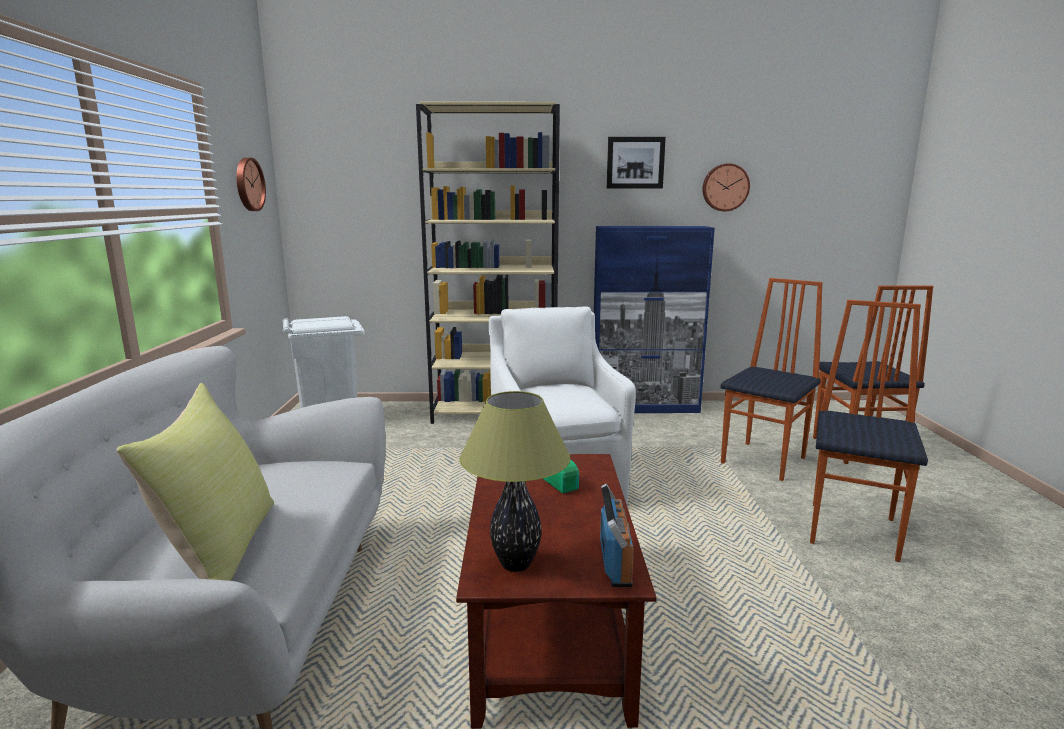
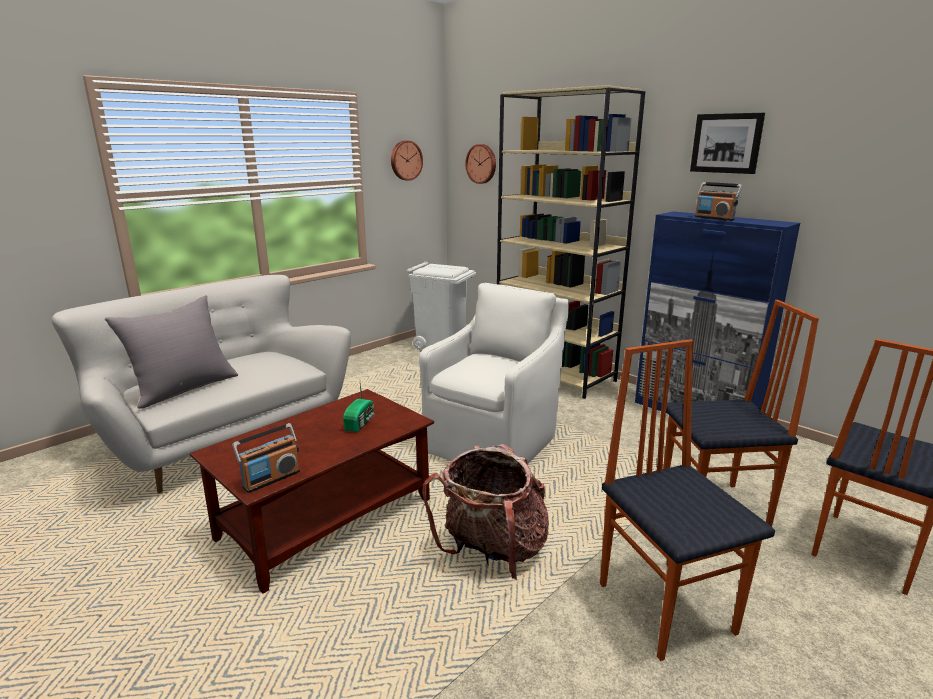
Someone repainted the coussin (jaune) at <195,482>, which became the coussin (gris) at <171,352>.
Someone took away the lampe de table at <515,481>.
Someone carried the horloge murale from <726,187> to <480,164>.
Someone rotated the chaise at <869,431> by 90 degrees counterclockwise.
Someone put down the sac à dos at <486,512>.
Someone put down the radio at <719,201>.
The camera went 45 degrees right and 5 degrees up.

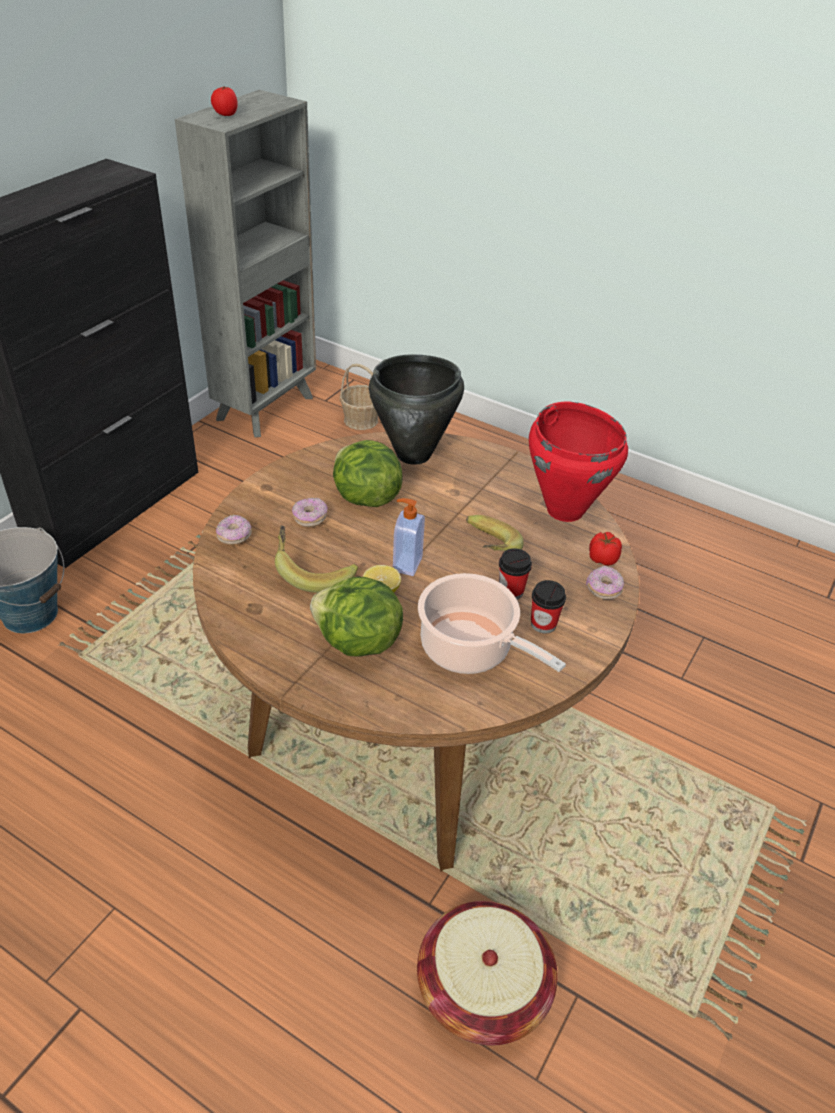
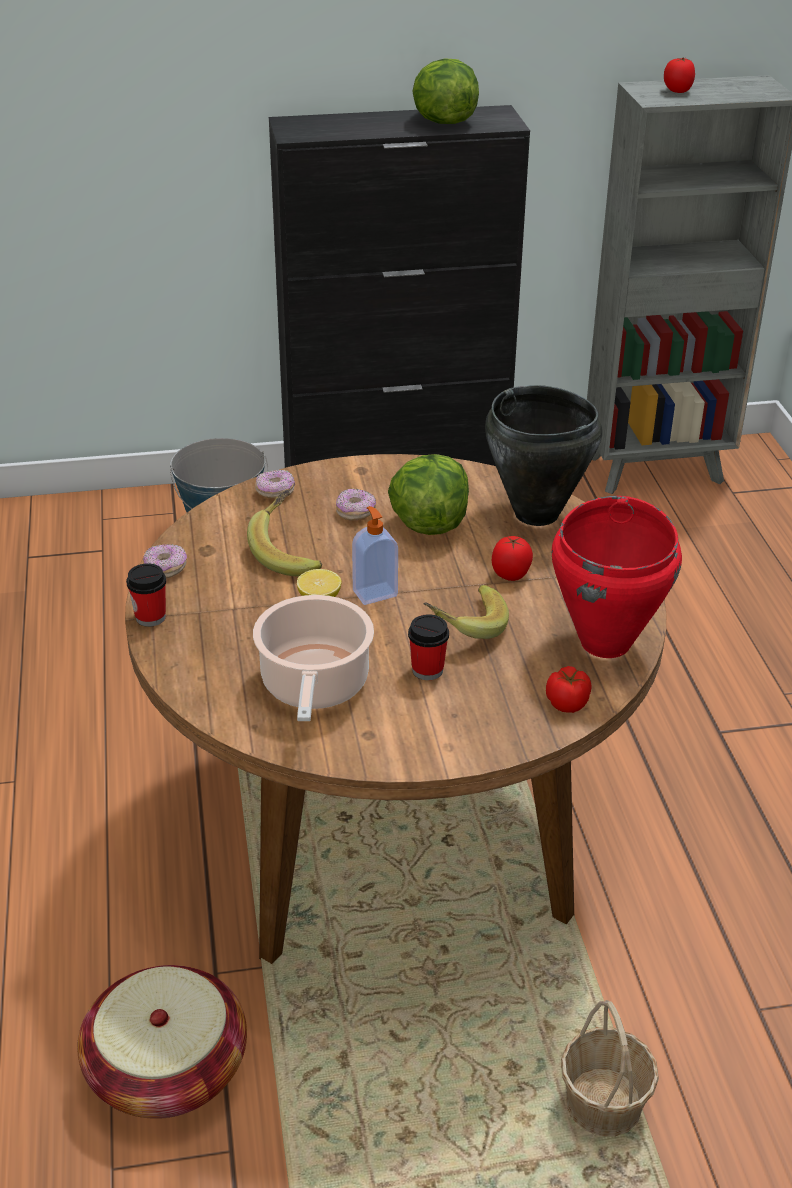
Someone carried the laitue from <356,617> to <445,91>.
Someone carried the panier from <359,397> to <610,1068>.
Someone carried the tasse from <548,607> to <146,595>.
Someone carried the beignet from <605,583> to <165,561>.
Someone put down the tomate at <512,558>.
The camera went 50 degrees right and 5 degrees down.

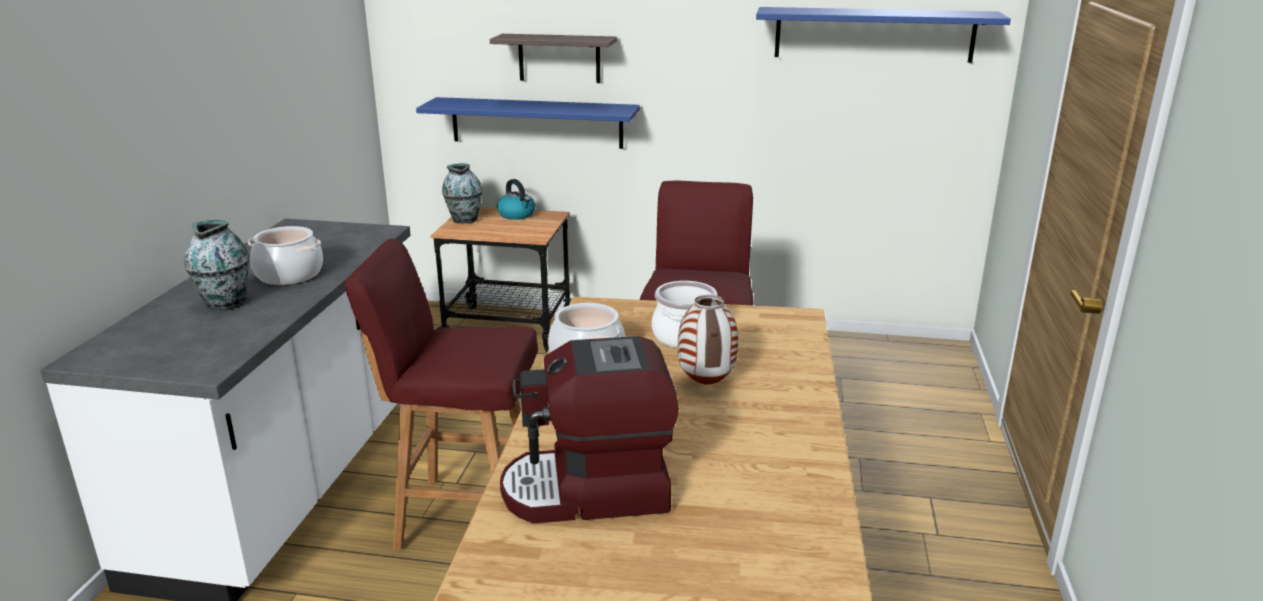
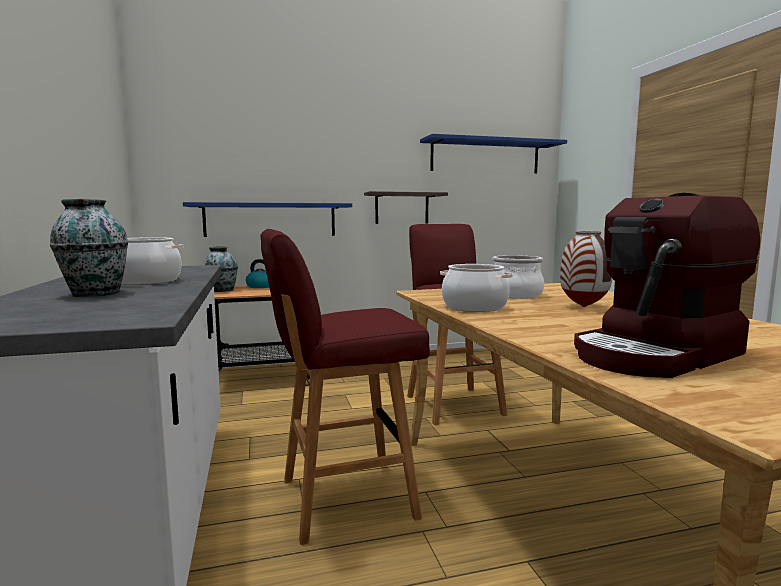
Someone carried the étagère from <553,58> to <406,207>.
The camera went 25 degrees left and 15 degrees down.

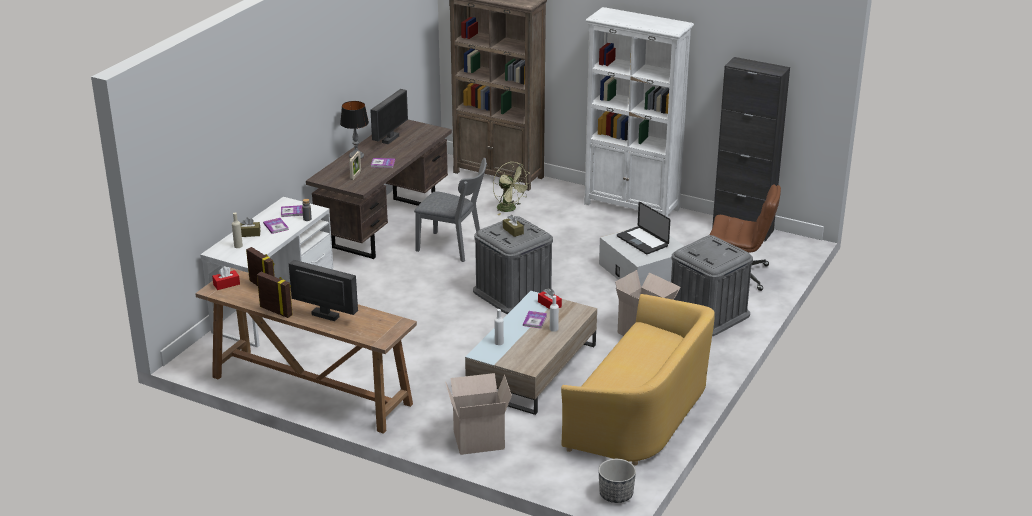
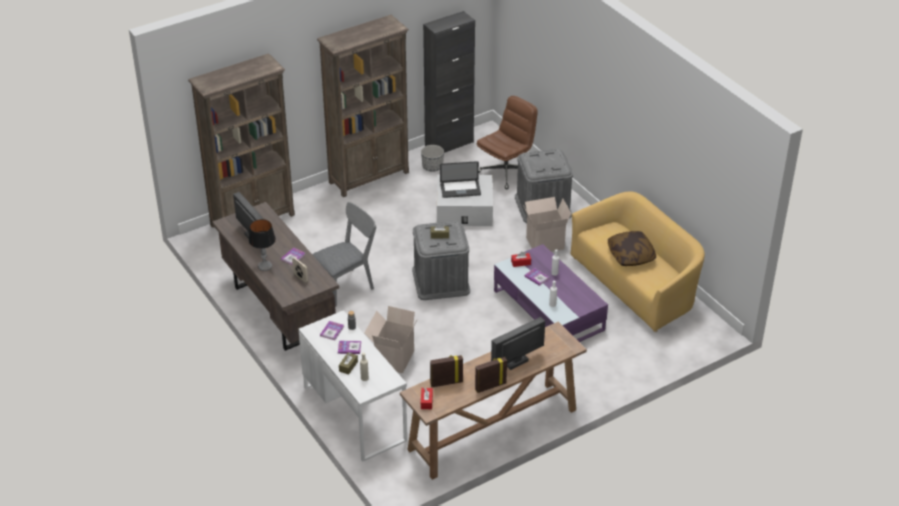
Someone carried the carton from <478,414> to <391,339>.
Someone repainted the table basse (beige) at <531,353>, which became the table basse (violet) at <551,293>.
Someone took away the ventilateur (vert) at <512,188>.
Someone repainted the bibliothèque (blanc) at <639,112>, which became the bibliothèque (marron) at <363,106>.
Someone carried the cache-pot from <617,481> to <432,158>.
Someone put down the coussin at <632,248>.
The camera went 60 degrees left and 10 degrees up.

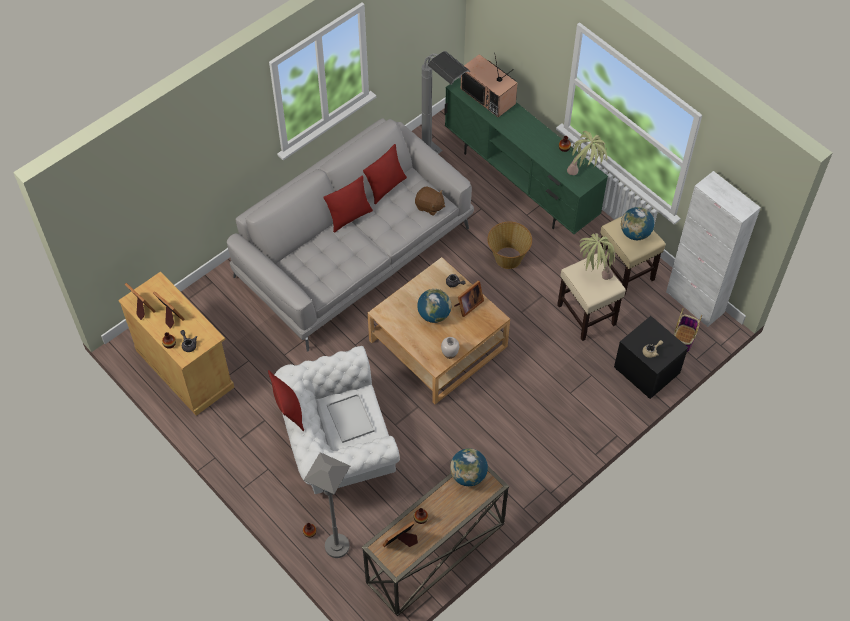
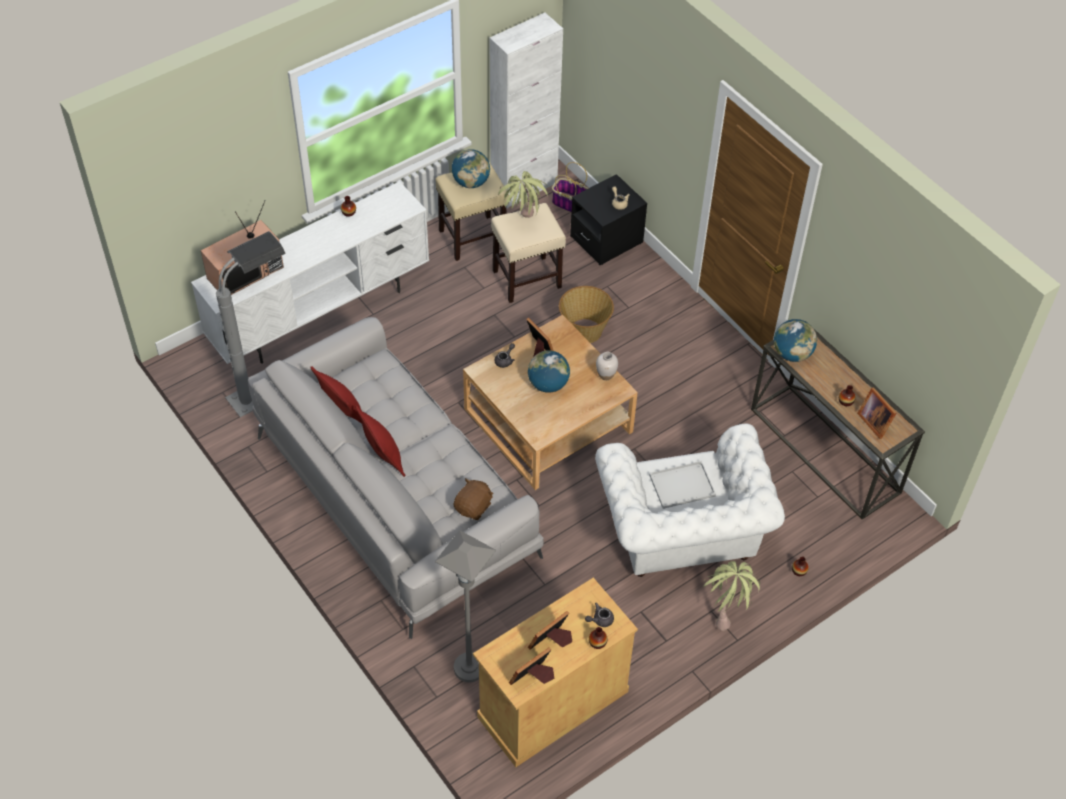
Someone took away the coussin (rouge) at <286,400>.
Someone carried the lampadaire (gris) from <327,505> to <465,606>.
Someone carried the peluche (marron) from <430,201> to <474,499>.
Someone repainted the meuble télé (vert) at <526,156>, which became the meuble télé (blanc) at <310,272>.
Someone carried the panier from <509,245> to <586,314>.
Someone carried the plante en pot from <587,153> to <731,596>.
The camera went 85 degrees left and 5 degrees down.

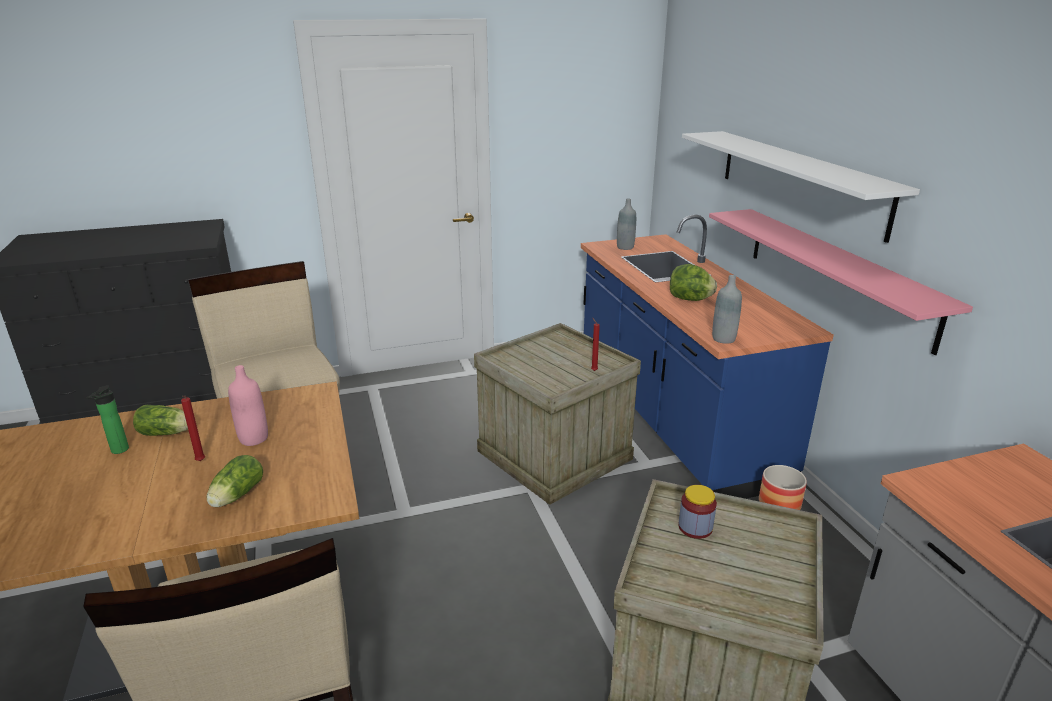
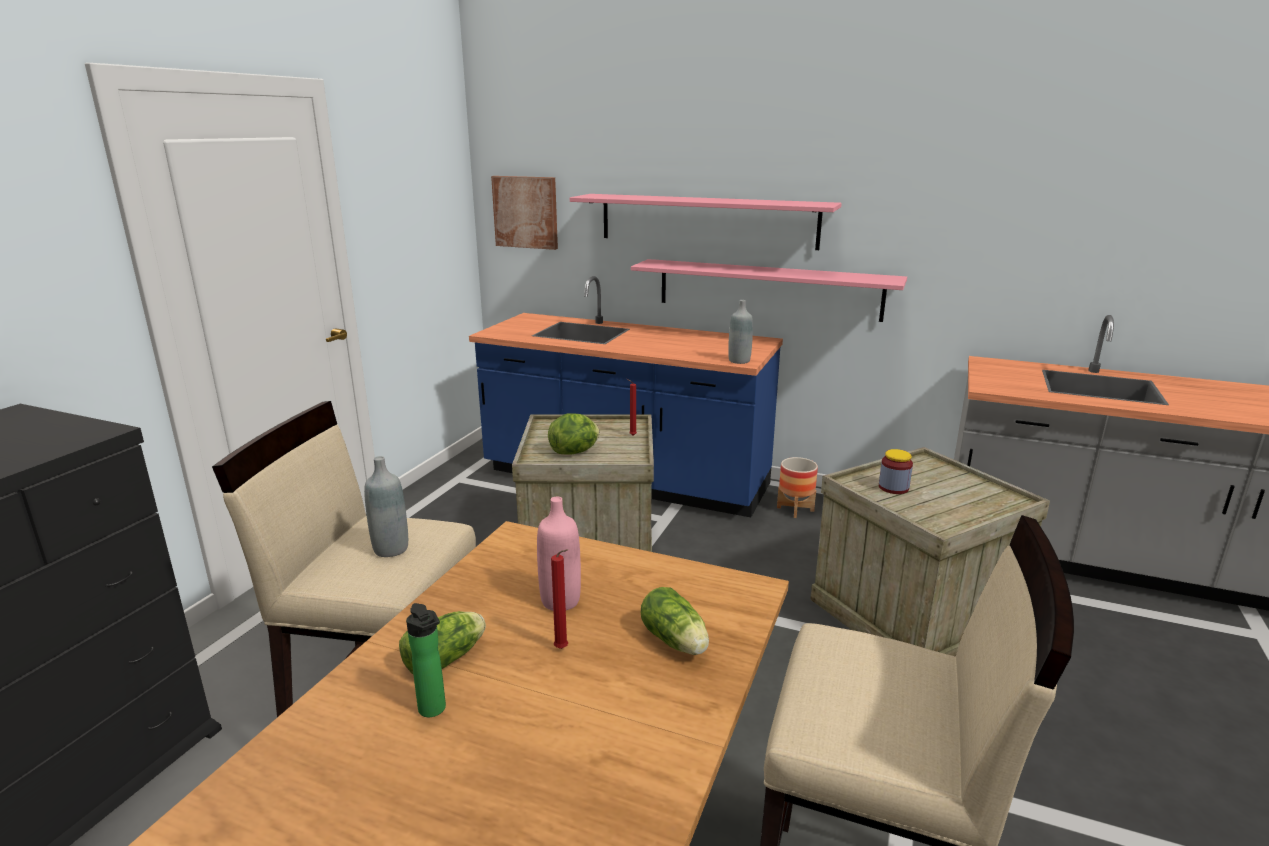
Someone carried the bouteille (gris) from <626,224> to <386,506>.
Someone carried the laitue from <693,282> to <573,434>.
Someone repainted the étagère (blanc) at <801,187>, which became the étagère (rose) at <706,222>.
Someone put up the tableau at <524,213>.
The camera went 50 degrees left and 5 degrees down.

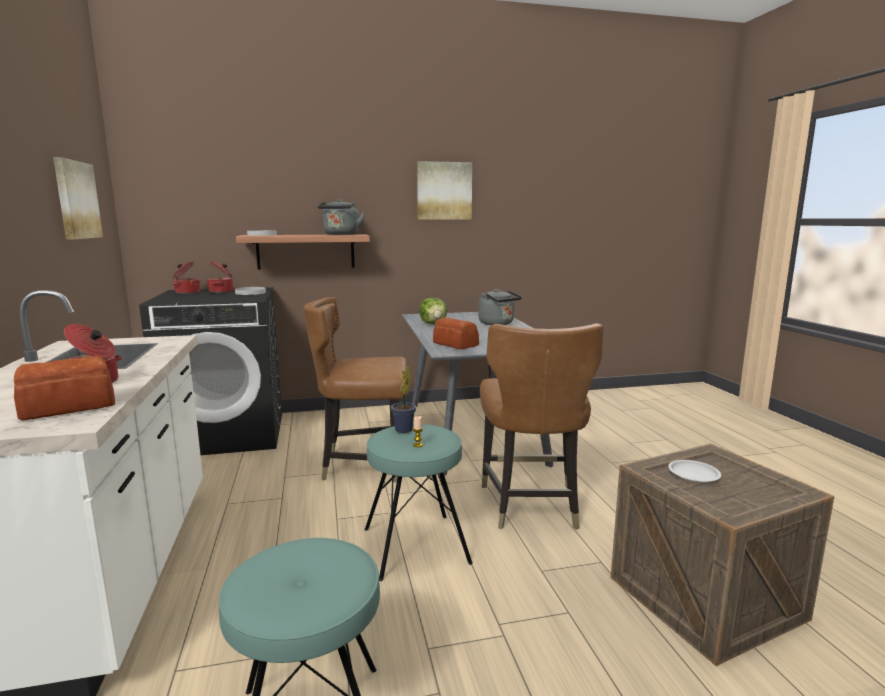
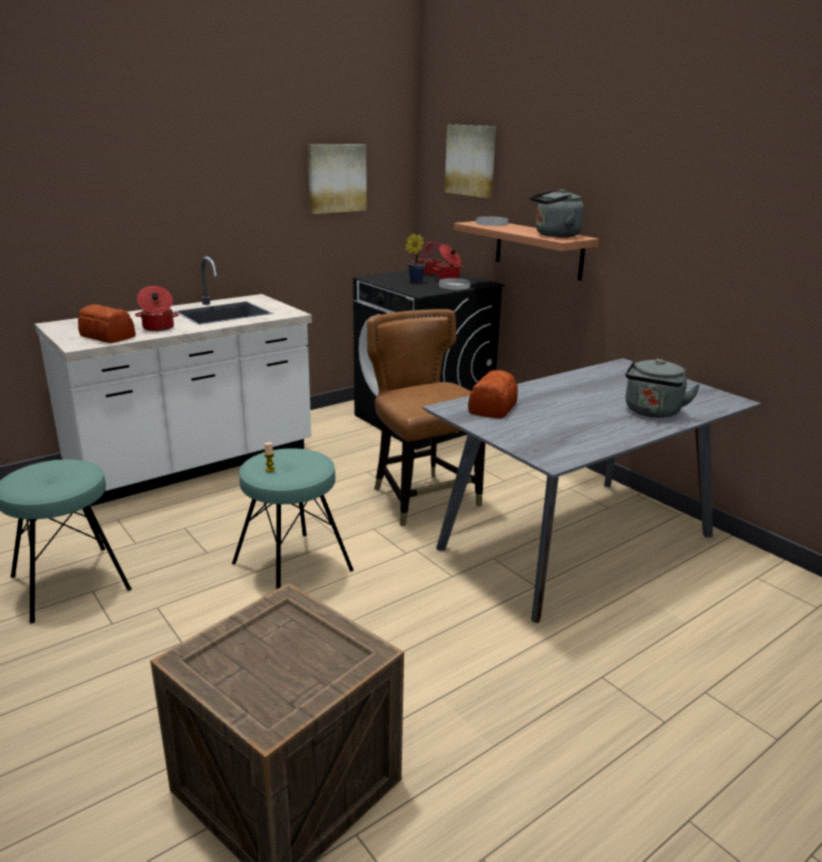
Someone carried the plante en pot from <403,399> to <415,258>.
Someone carried the tableau from <444,190> to <470,161>.
Someone took away the laitue at <433,311>.
Someone took away the chaise (marron) at <542,426>.
Someone took away the assiette (blanc) at <694,471>.
The camera went 65 degrees right and 10 degrees up.

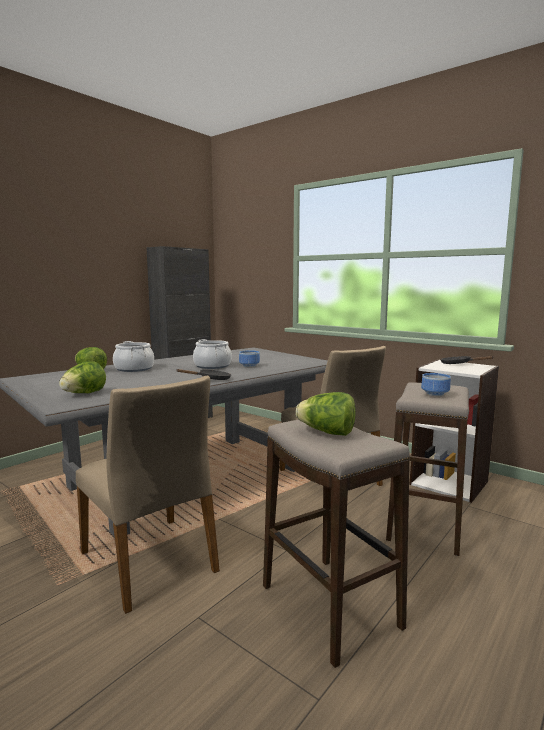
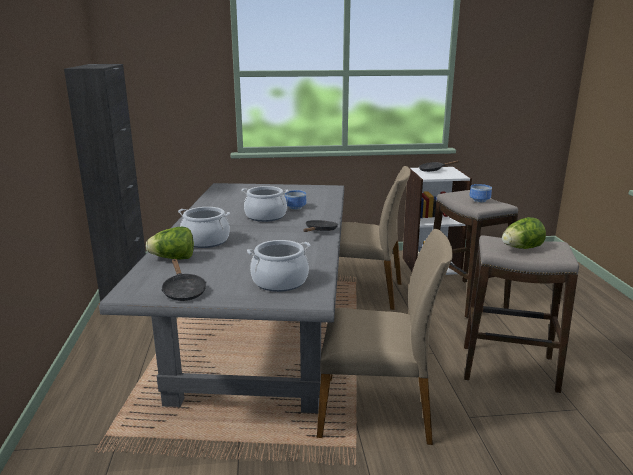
Someone swapped the laitue at <82,377> for the marmite at <278,266>.
Someone put down the poêle (noir) at <183,280>.
The camera went 45 degrees left and 10 degrees up.

